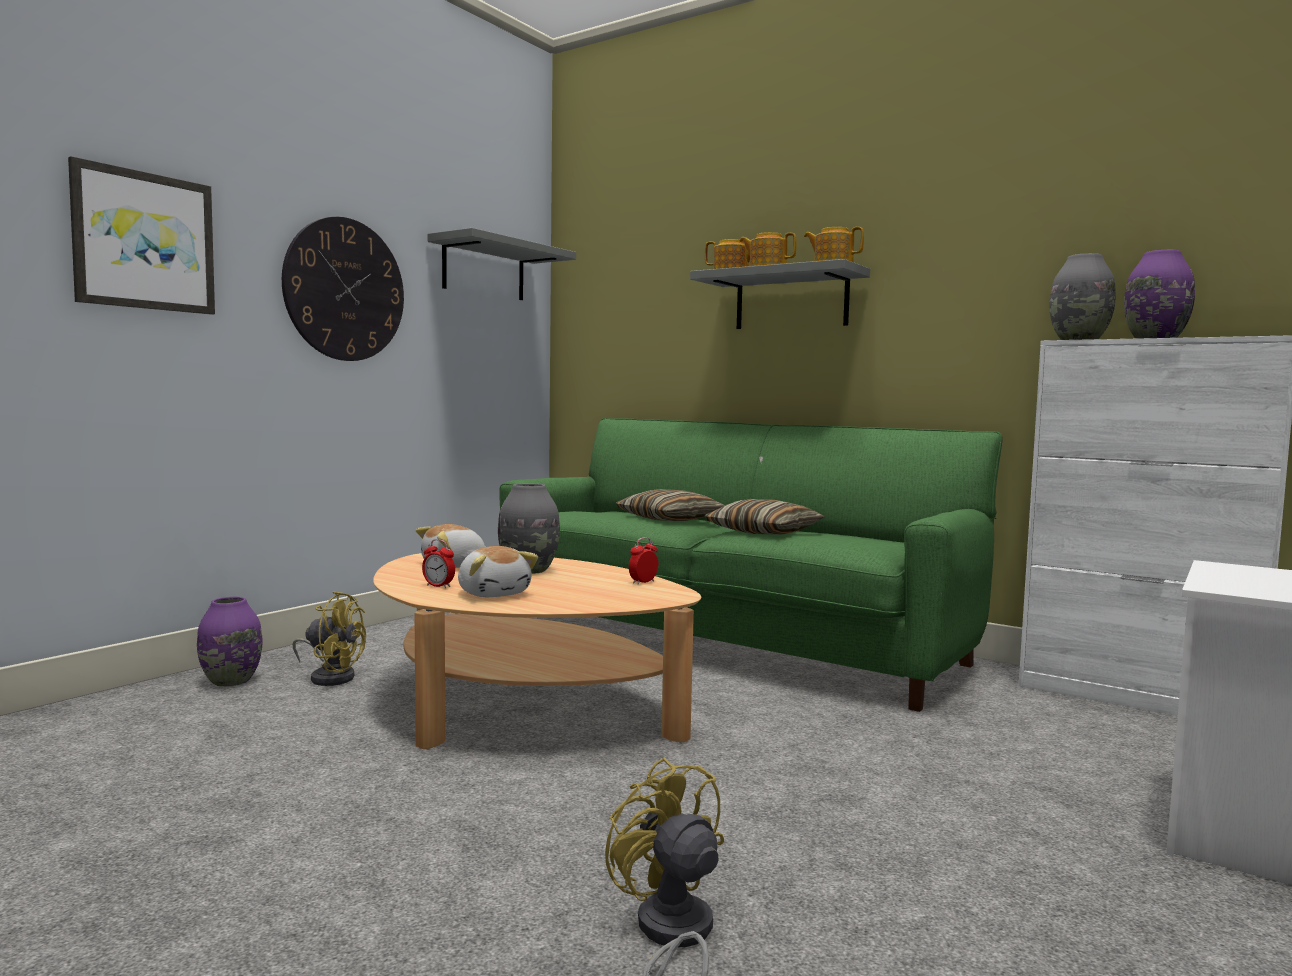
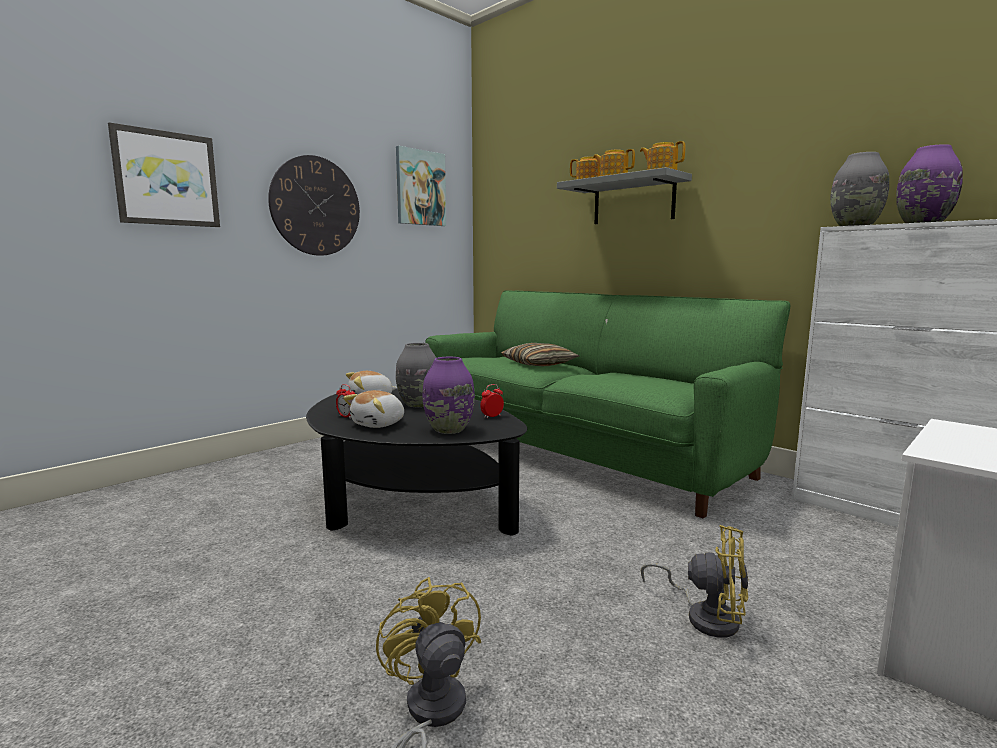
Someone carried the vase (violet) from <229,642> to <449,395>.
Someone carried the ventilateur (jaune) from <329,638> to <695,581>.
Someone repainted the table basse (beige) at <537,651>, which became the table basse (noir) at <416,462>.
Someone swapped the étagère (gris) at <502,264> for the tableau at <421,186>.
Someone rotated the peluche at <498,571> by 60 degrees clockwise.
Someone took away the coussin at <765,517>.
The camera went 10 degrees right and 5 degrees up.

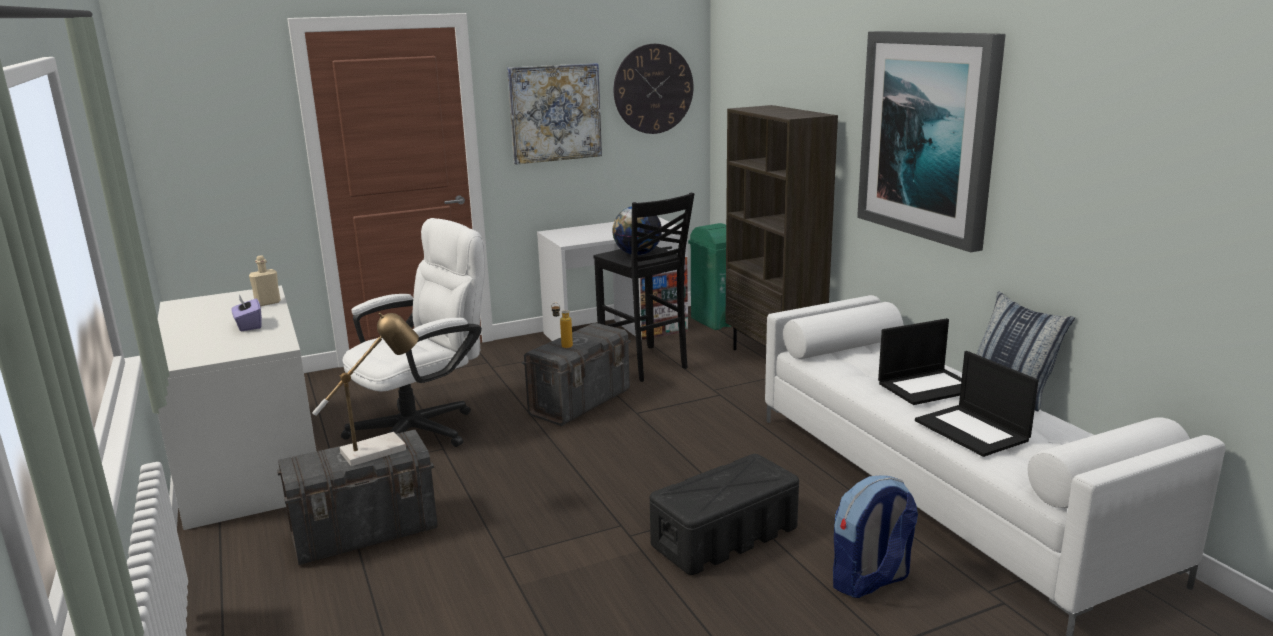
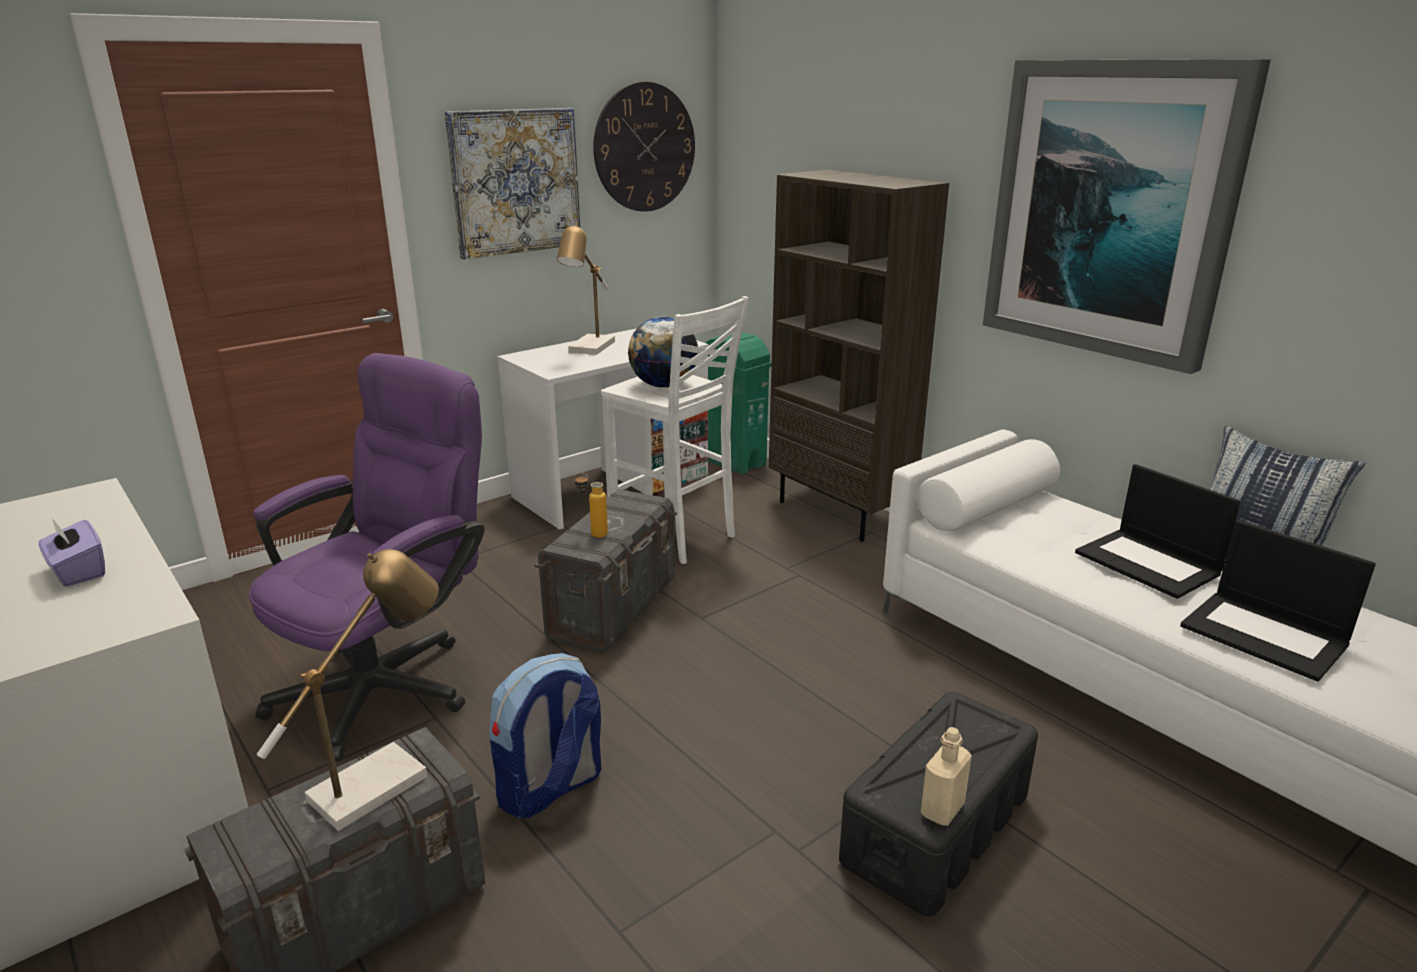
Someone carried the bouteille (beige) from <265,280> to <946,776>.
Someone repainted the chaise de bureau (blanc) at <413,332>, which became the chaise de bureau (violet) at <367,557>.
Someone repainted the tabouret (noir) at <643,287>, which became the tabouret (blanc) at <675,430>.
Someone carried the sac à dos from <875,536> to <545,736>.
Someone rotated the ordinateur portable at <920,361> by 90 degrees clockwise.
Someone put down the lampe de table at <586,288>.
The camera went 15 degrees left and 5 degrees up.

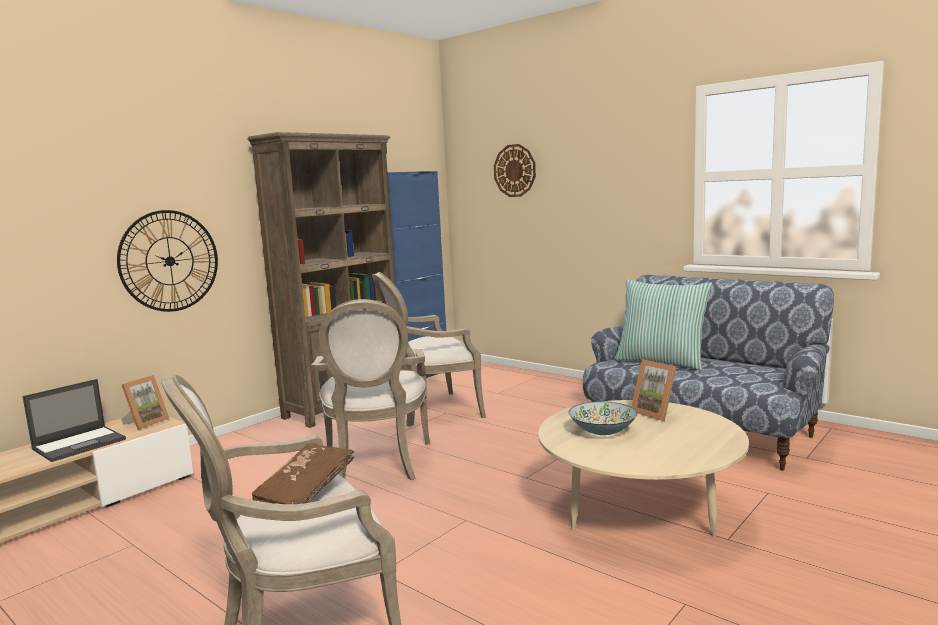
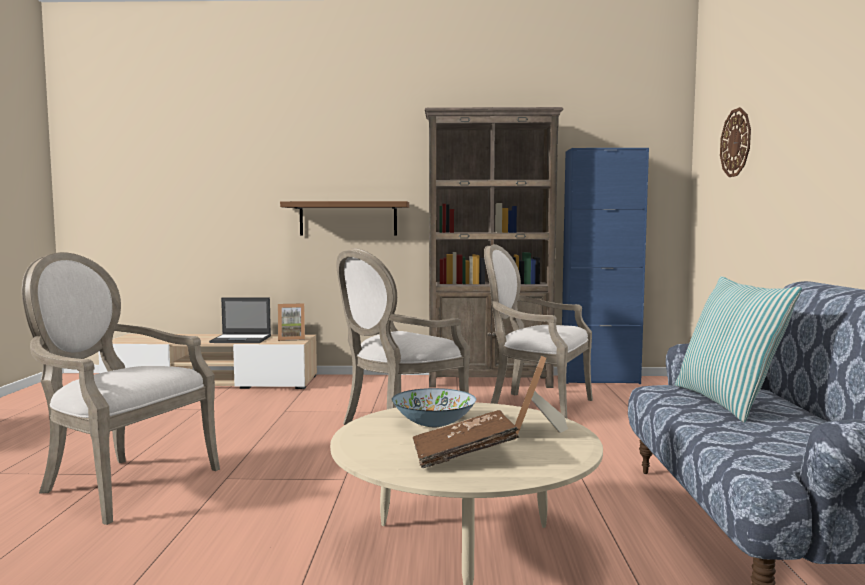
Someone swapped the horloge murale at <167,261> for the étagère (marron) at <344,218>.
Someone carried the livre (marron) from <303,473> to <466,439>.
The camera went 50 degrees right and 5 degrees down.

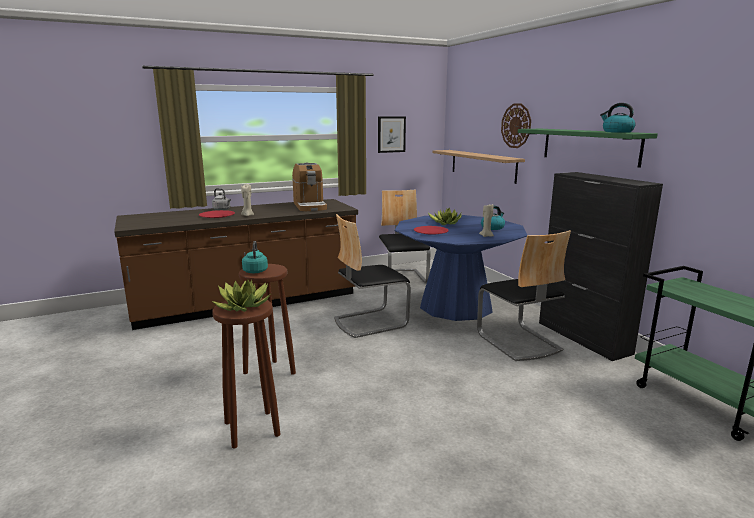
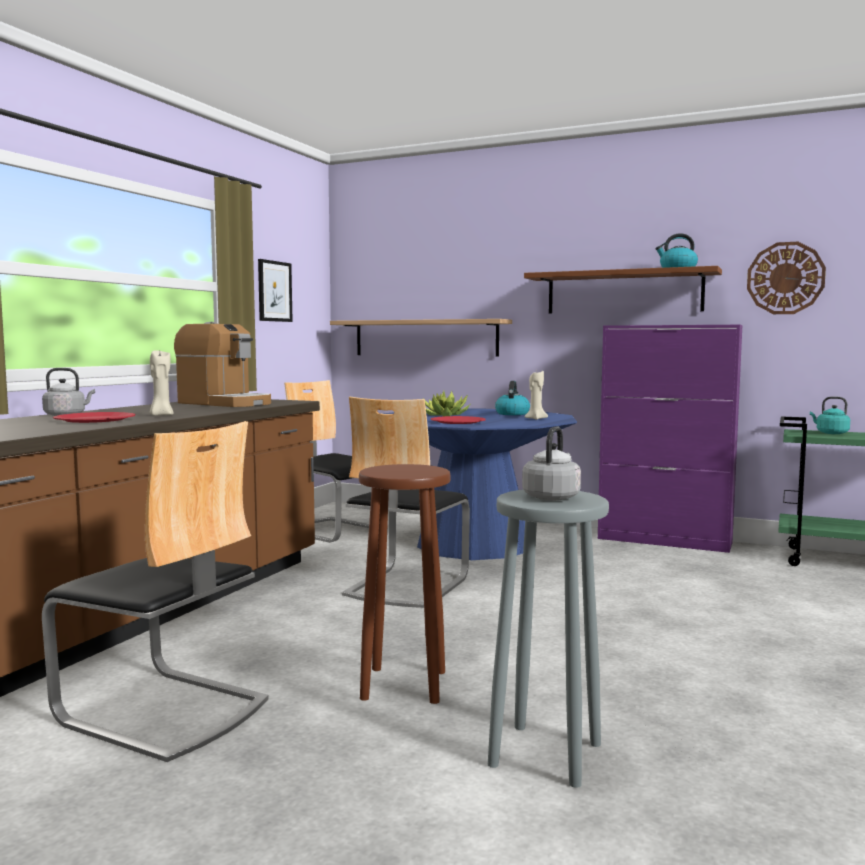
Someone swapped the plante en pot at <241,296> for the bouilloire (gris) at <551,464>.
Someone repainted the tabouret (marron) at <246,373>, which became the tabouret (gris) at <548,639>.
Someone carried the bouilloire (turquoise) from <255,257> to <830,415>.
Someone carried the chaise from <524,295> to <155,591>.
Someone carried the horloge murale from <516,125> to <786,278>.
Someone repainted the étagère (vert) at <588,148>, which became the étagère (marron) at <623,290>.
Someone repainted the meuble de rangement (noir) at <601,266>, which became the meuble de rangement (violet) at <670,439>.
The camera went 40 degrees left and 10 degrees down.

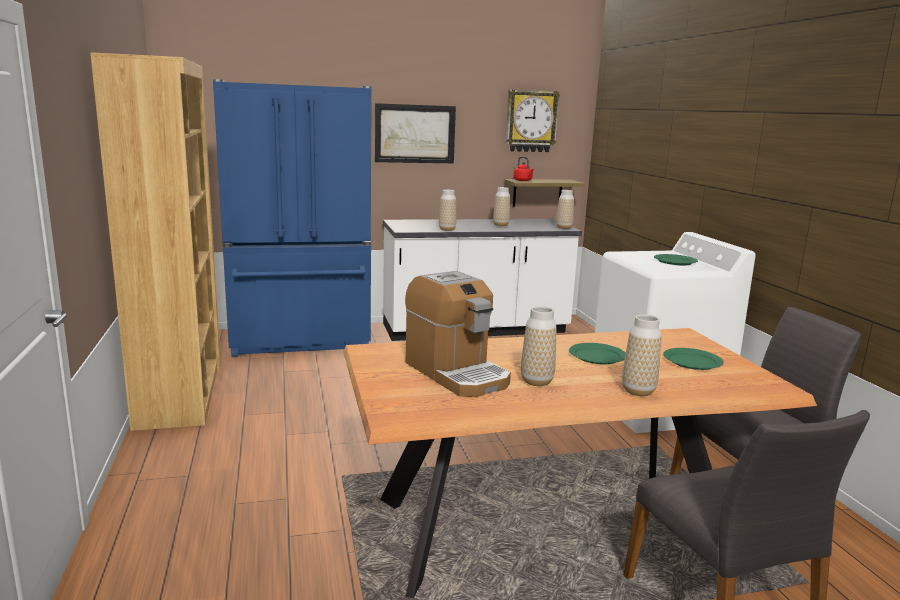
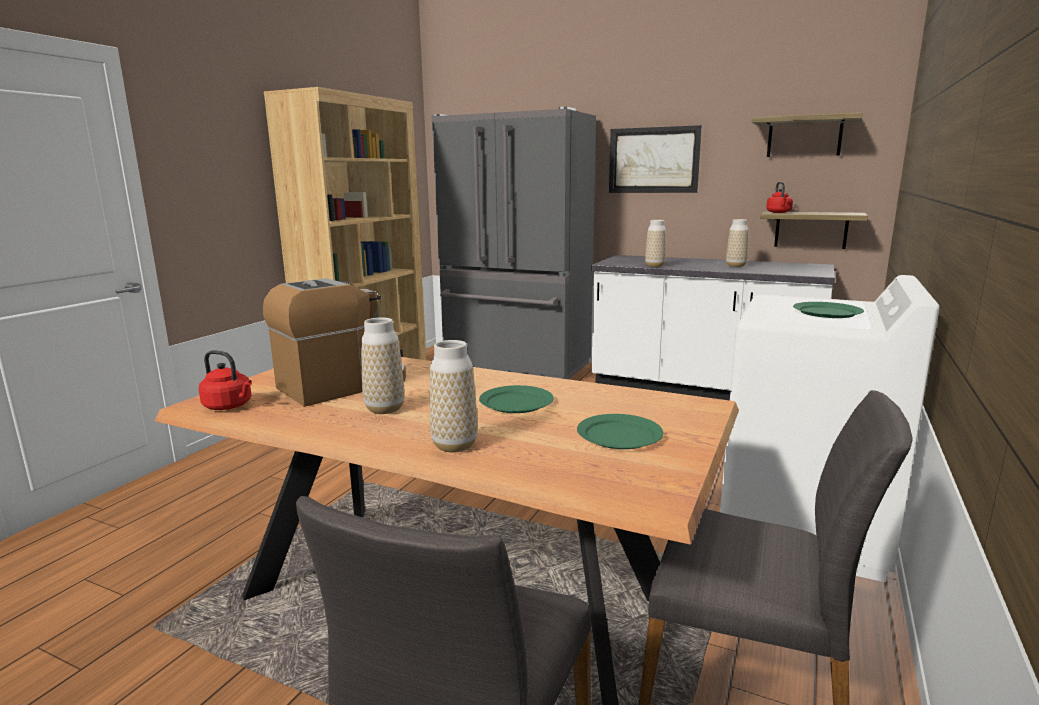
Someone repainted the réfrigérateur (bleu) at <292,218>, which became the réfrigérateur (gris) at <514,243>.
Someone rotated the machine à café at <458,334> by 135 degrees counterclockwise.
Someone swapped the horloge murale at <533,121> for the étagère at <807,134>.
Someone took away the vase at <565,209>.
Someone put down the bouilloire (rouge) at <225,380>.
The camera went 40 degrees right and 0 degrees up.

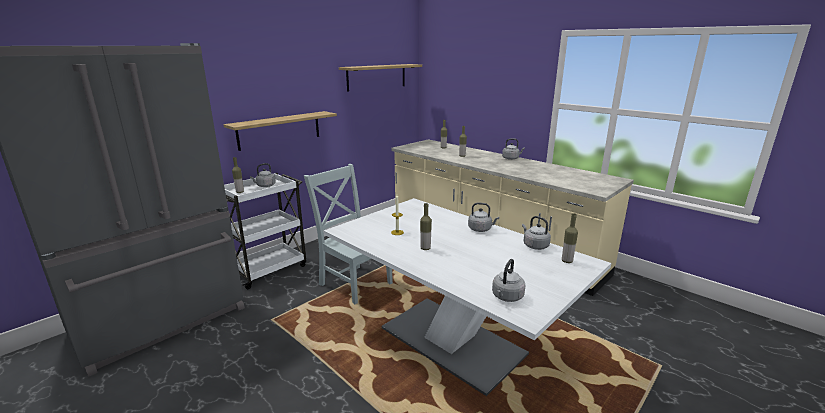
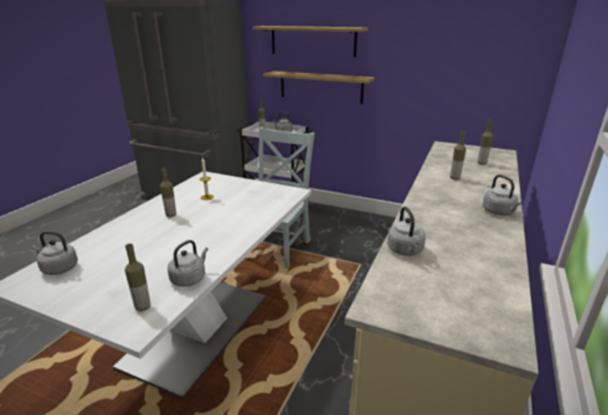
Someone carried the étagère from <380,78> to <310,41>.
Someone carried the bouilloire (gris) from <483,217> to <406,231>.
The camera went 70 degrees right and 5 degrees up.

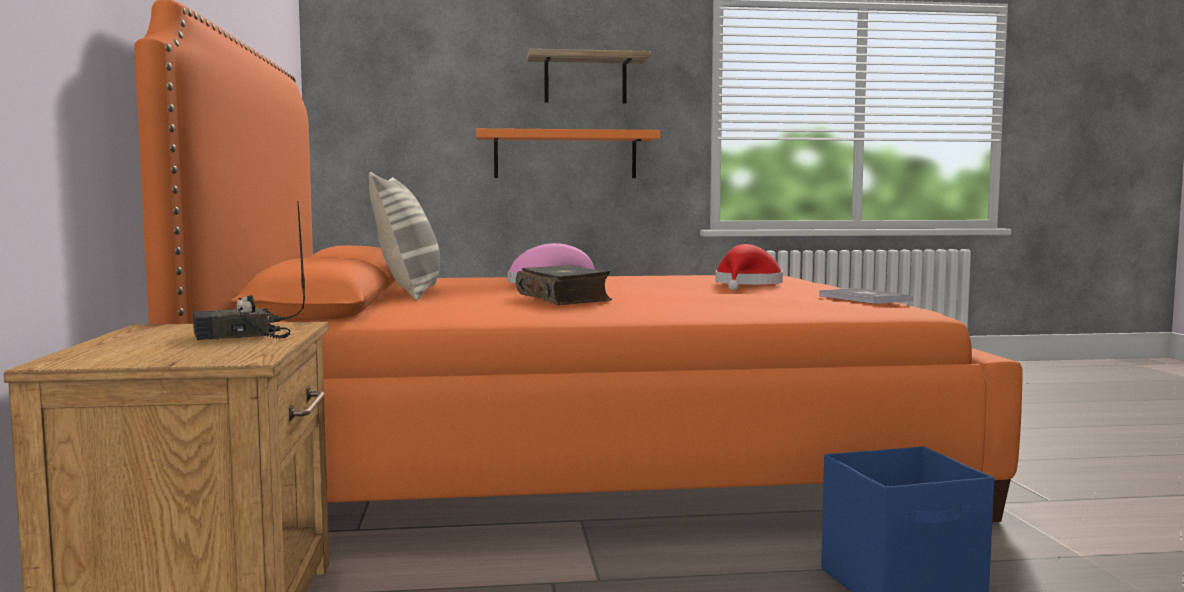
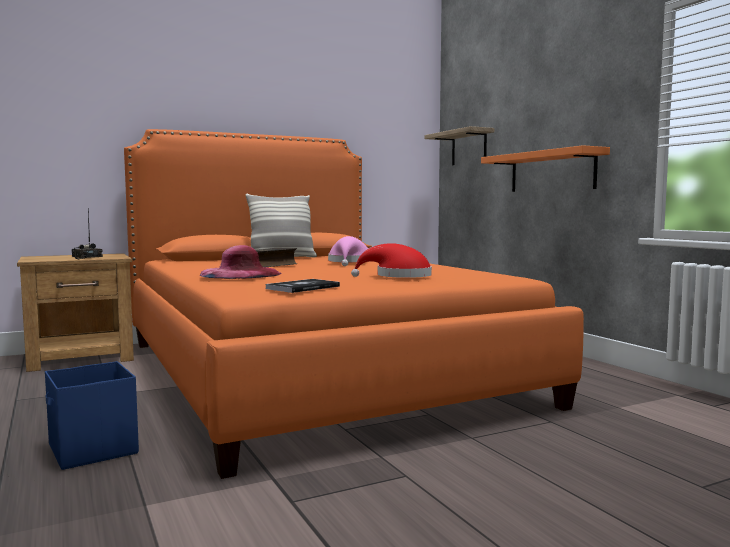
Someone carried the étagère from <589,76> to <459,145>.
Someone put down the chapeau (rose) at <240,262>.
The camera went 70 degrees right and 0 degrees up.

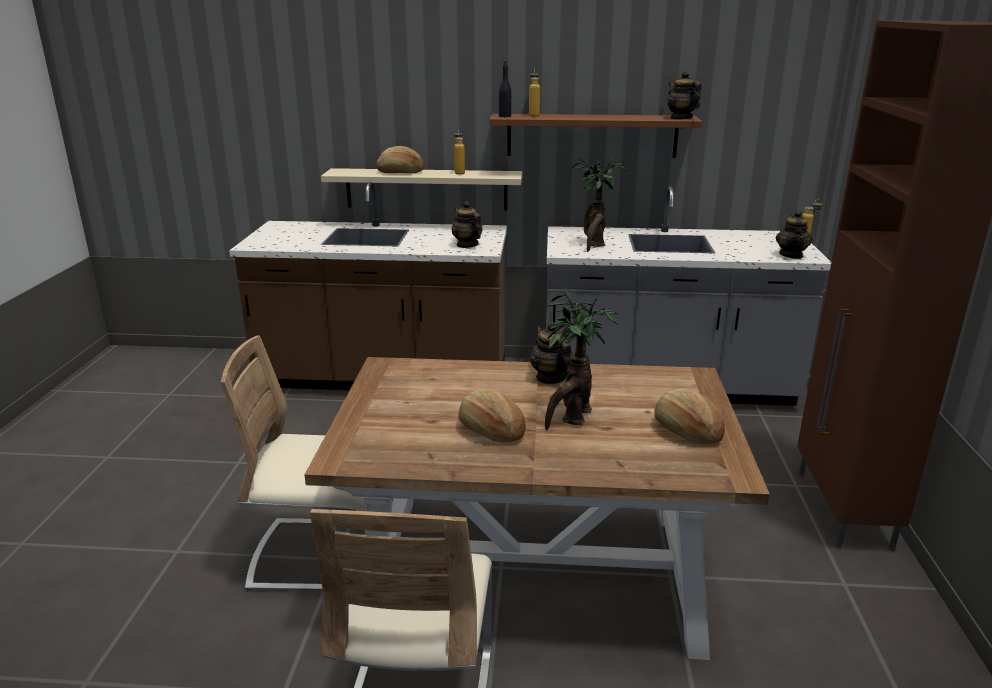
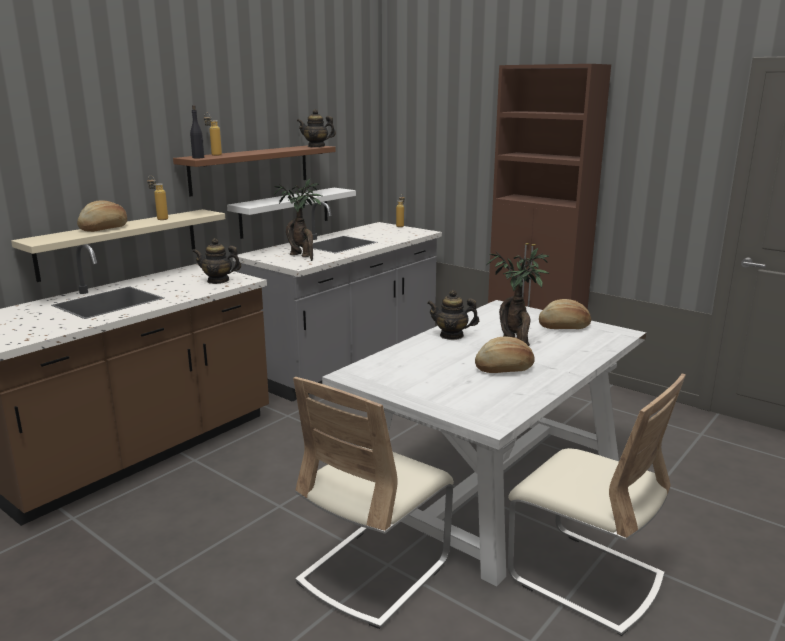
Someone repainted the table à manger (marron) at <537,508>, which became the table à manger (blanc) at <484,443>.
Someone took away the théière at <794,234>.
Someone put up the étagère (blanc) at <291,213>.
The camera went 55 degrees left and 5 degrees down.

